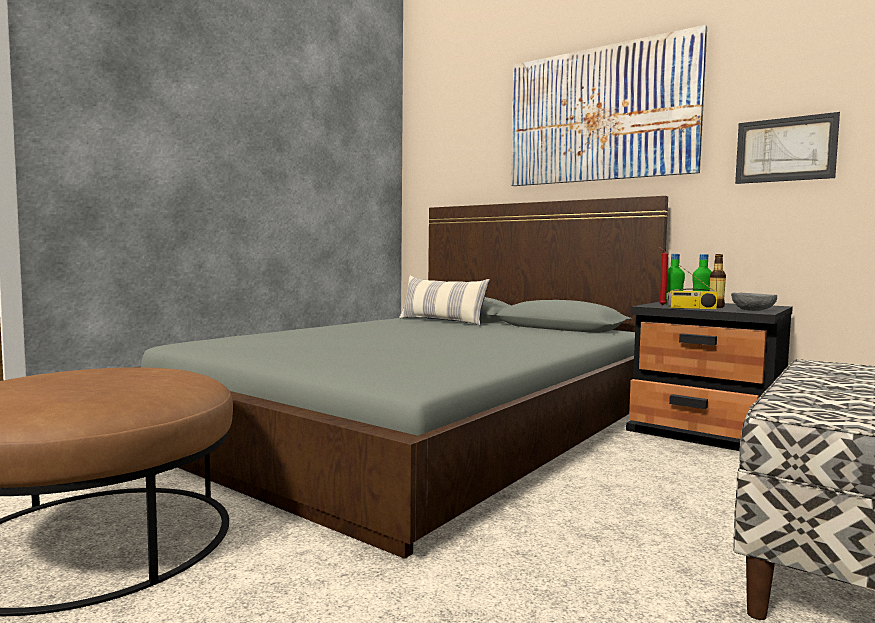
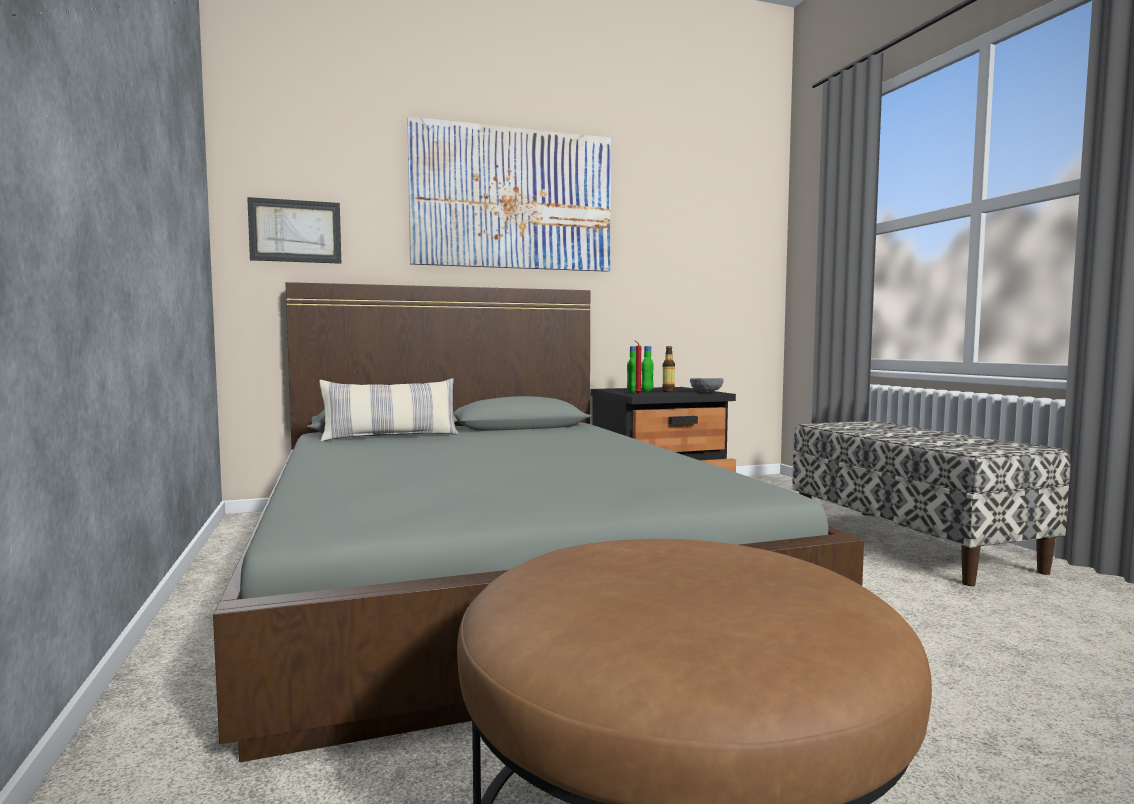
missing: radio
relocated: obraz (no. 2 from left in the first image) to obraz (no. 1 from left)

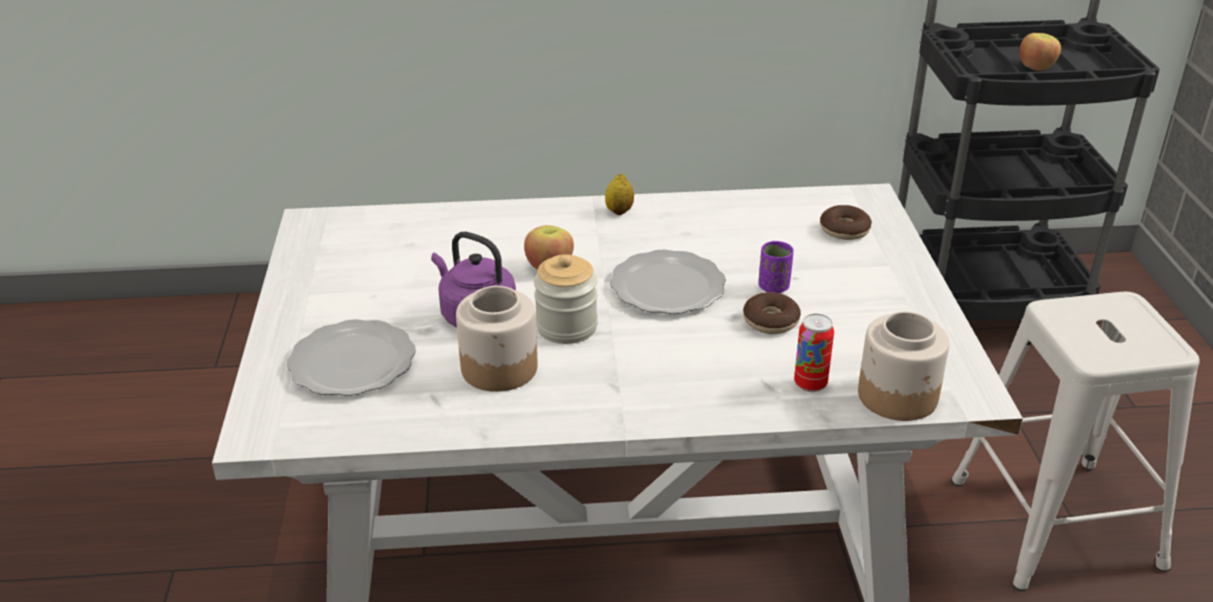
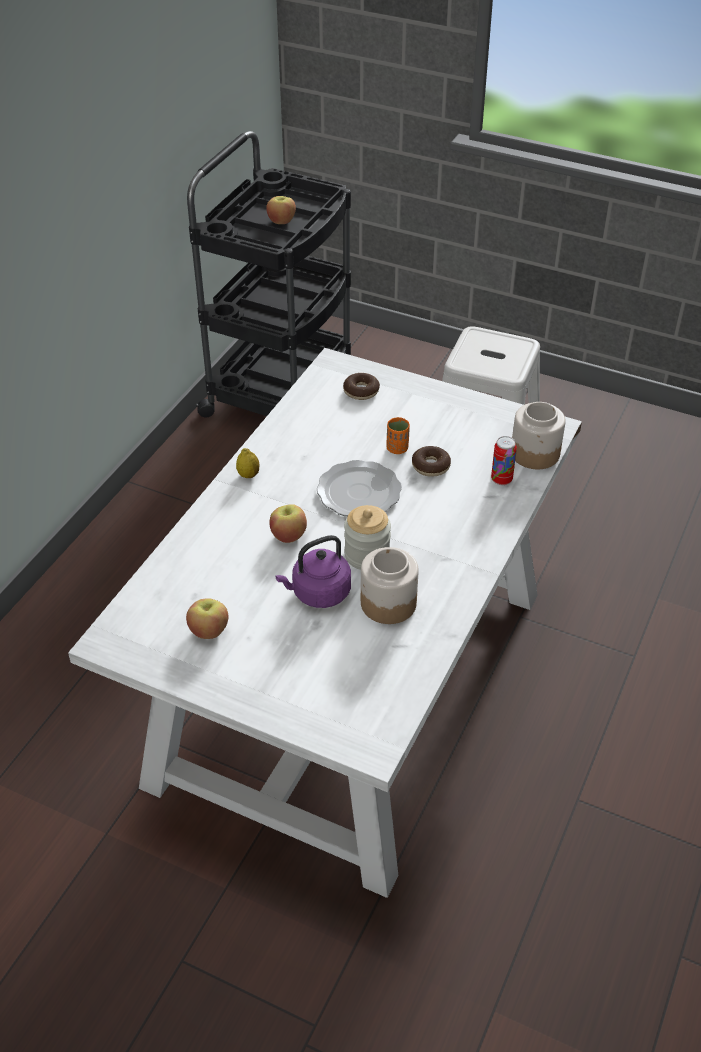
missing: talerz (no. 1 from left)
appeared: jabłko (no. 1 from left)
colour: filiżanka (fioletowy) to filiżanka (pomarańczowy)

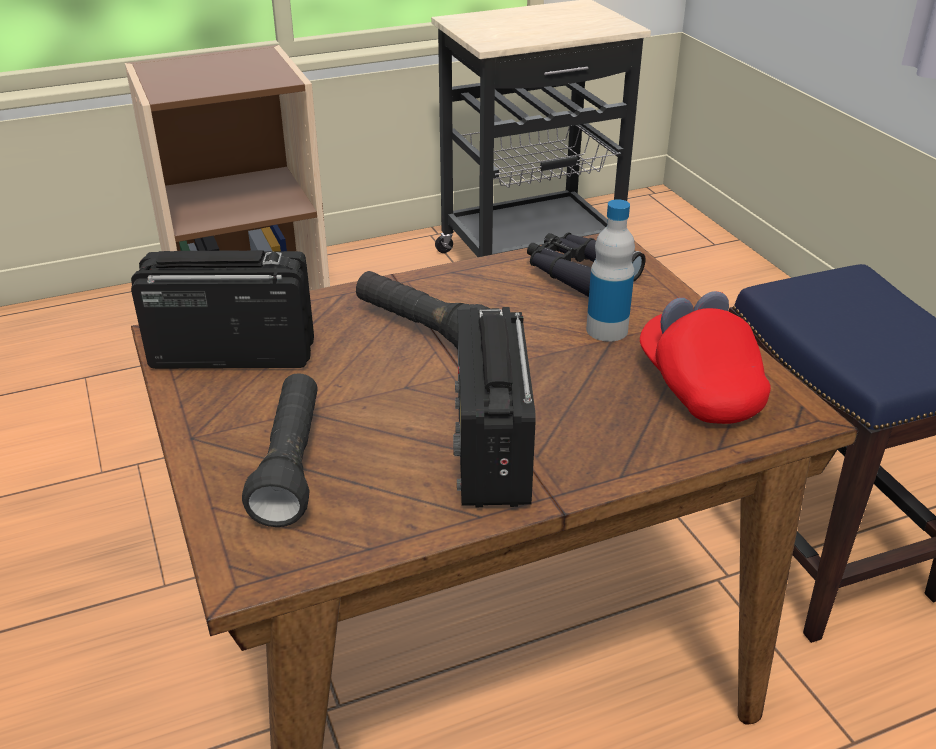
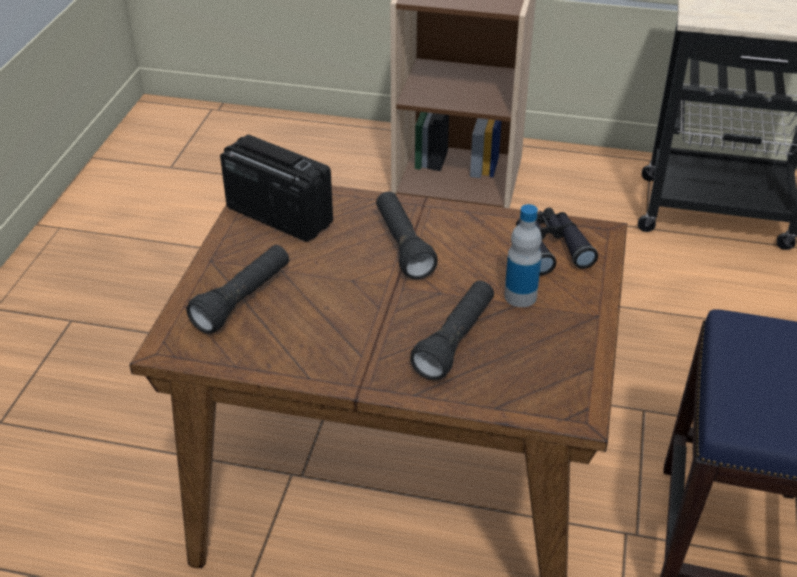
missing: czapka z daszkiem (czerwony); radio (no. 2 from left)
appeared: latarka (czarny) (no. 3 from left)

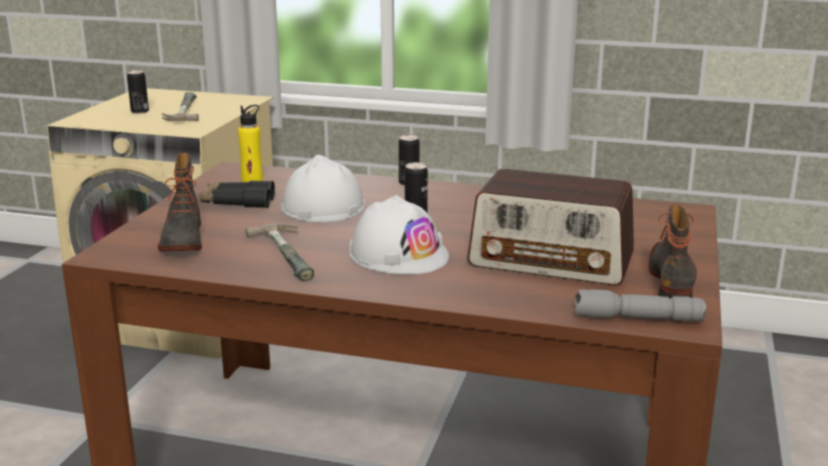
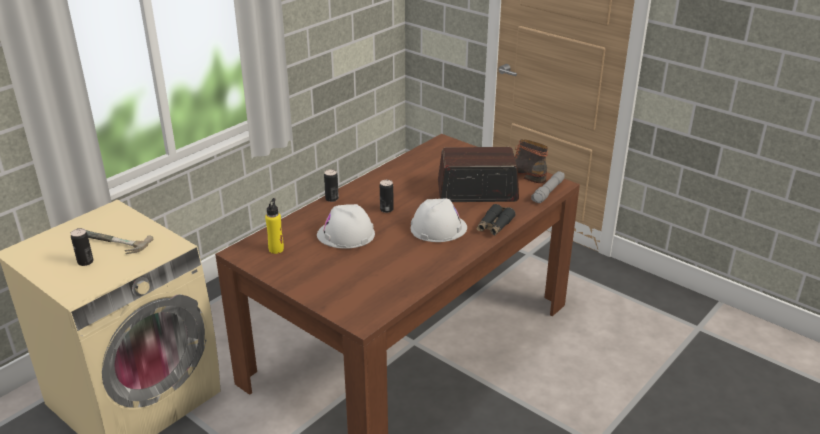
missing: but z cholewką (no. 1 from left); młotek (no. 2 from left)
relocated: lornetka (czarny)
spun: radio 135 degrees counterclockwise

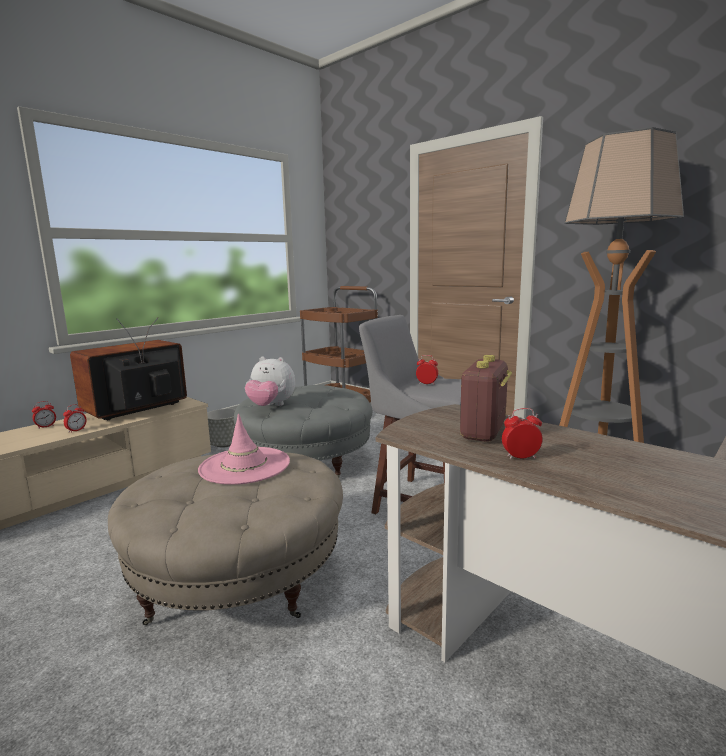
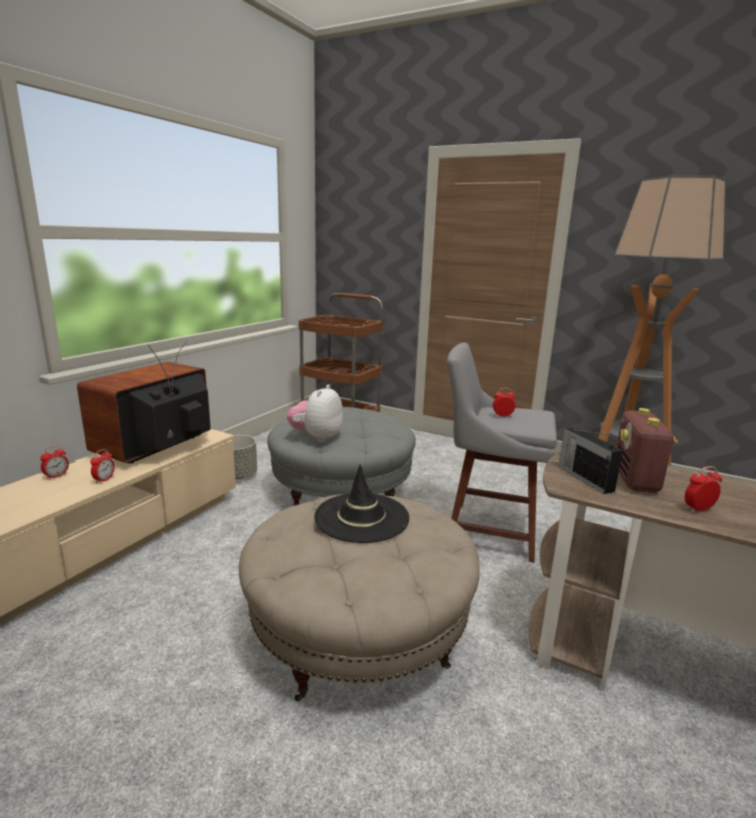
appeared: radio (no. 1 from left)
colour: kapelusz (różowy) to kapelusz (czarny)
spun: pluszak 105 degrees clockwise

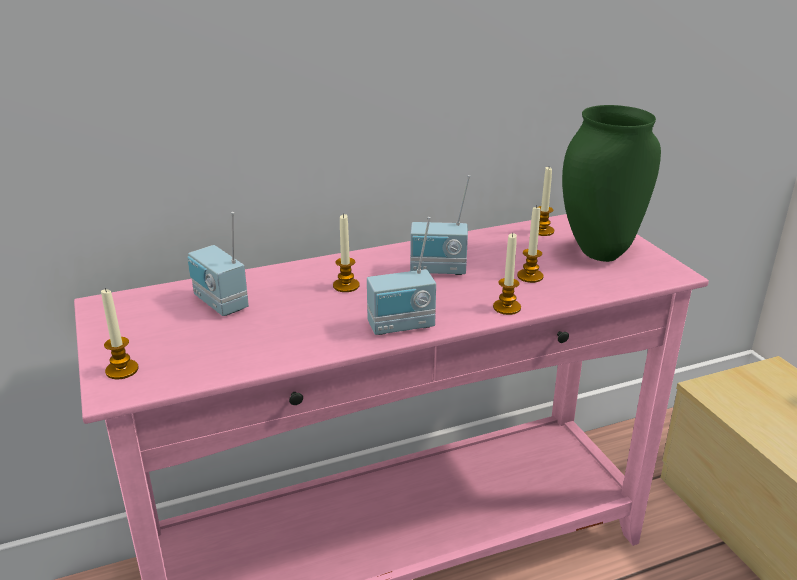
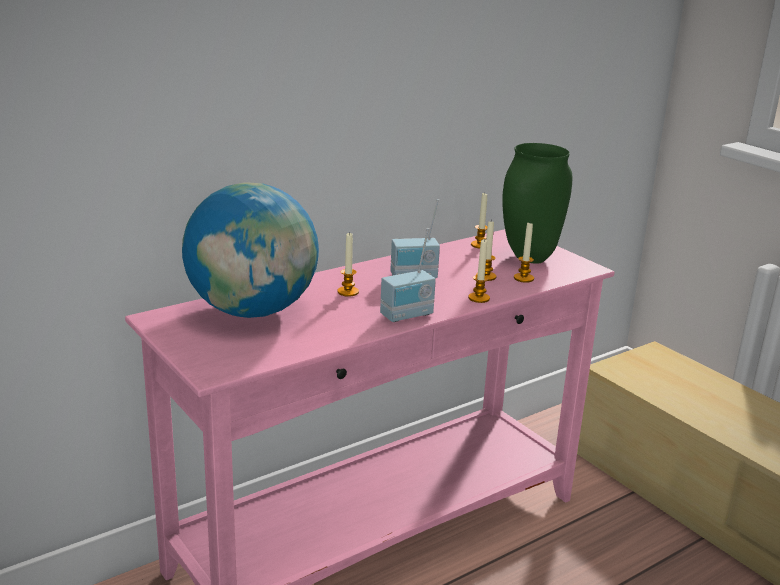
relocated: świeca (no. 1 from left in the first image) to świeca (no. 5 from left)
exchanged: radio (no. 1 from left) to globus

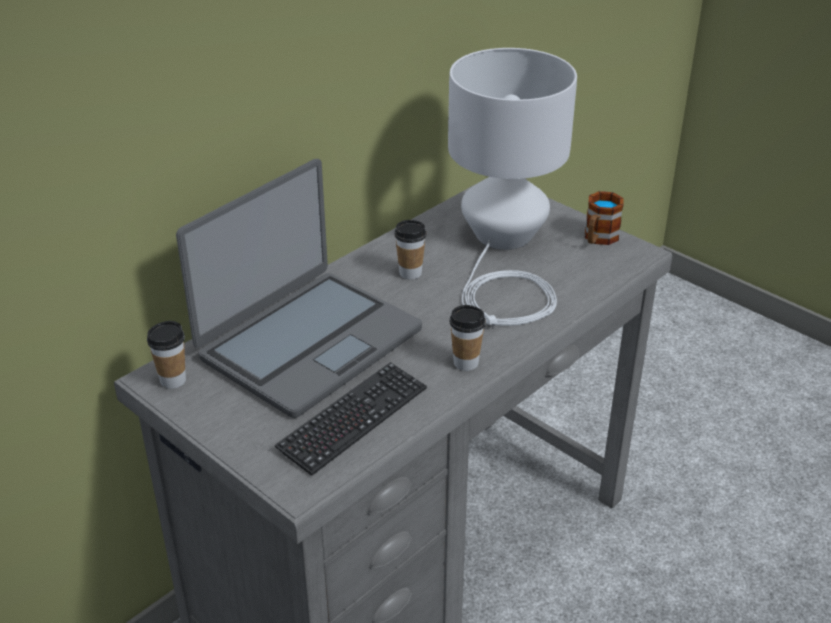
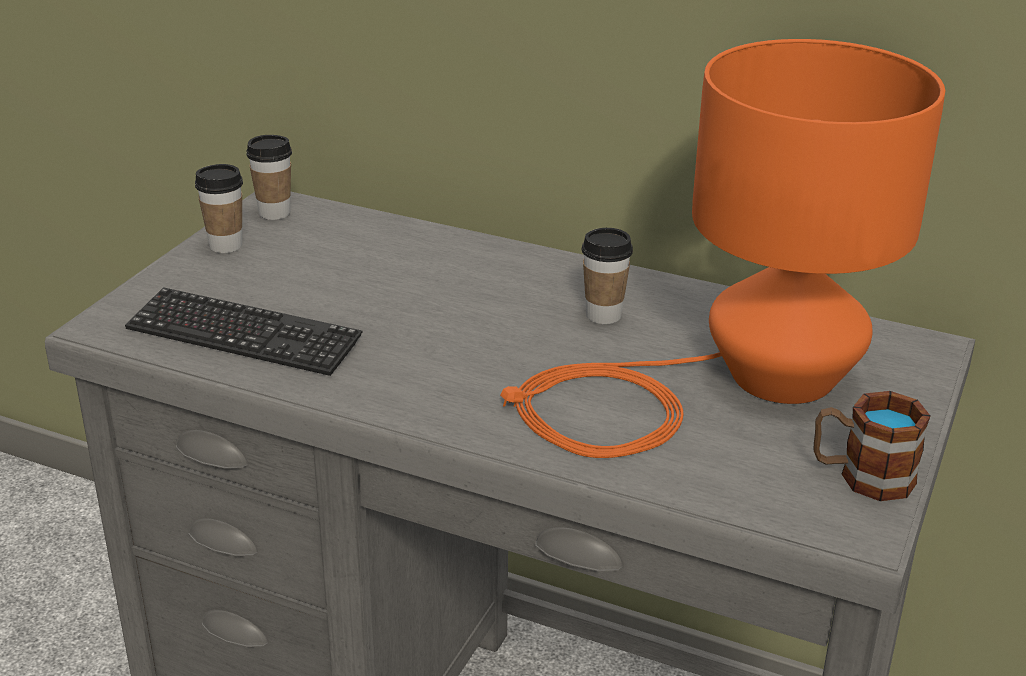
missing: laptop
relocated: filiżanka (no. 3 from left in the first image) to filiżanka (no. 1 from left)
colour: lampa stołowa (szary) to lampa stołowa (pomarańczowy)

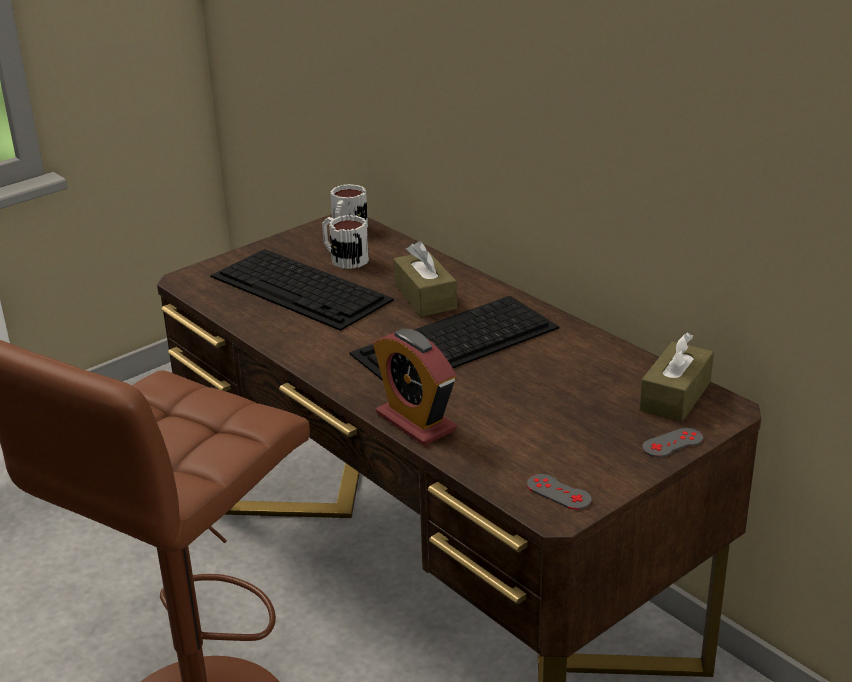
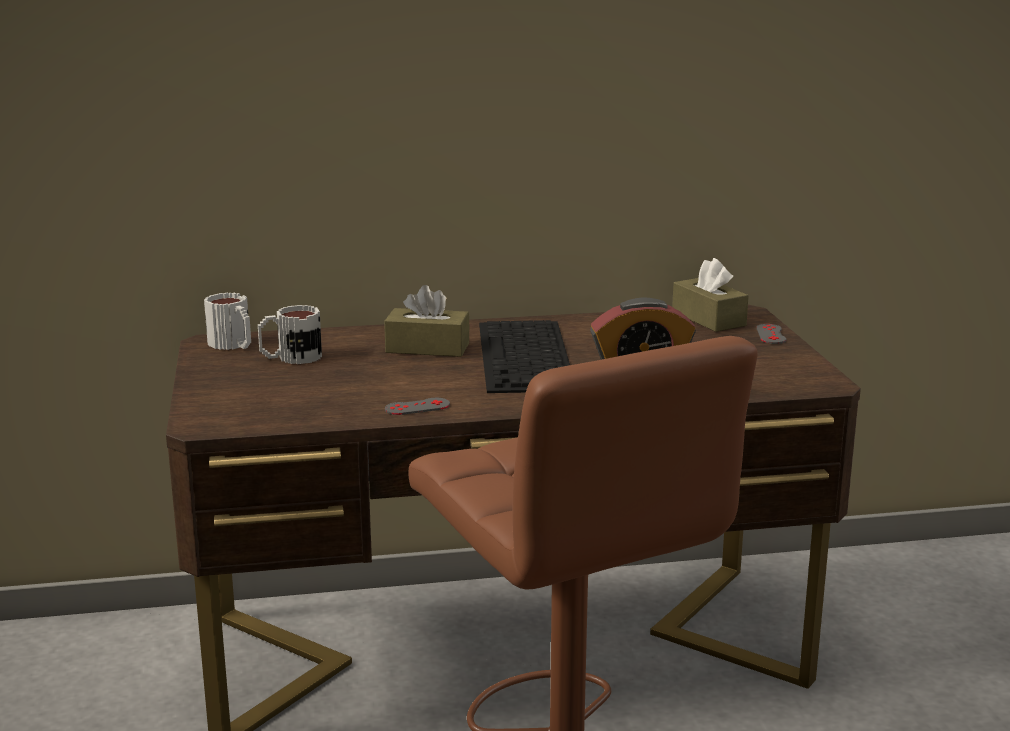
missing: klawiatura (no. 1 from left)
relocated: pad do gier (szary) (no. 1 from left)

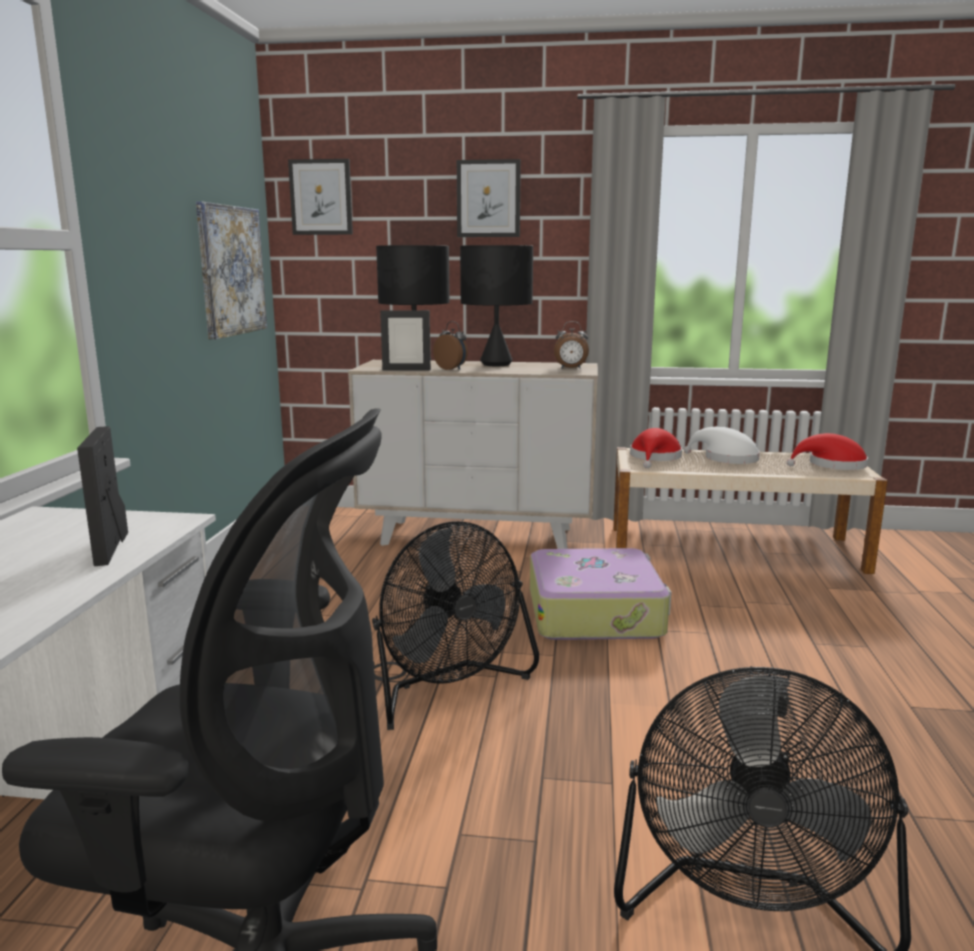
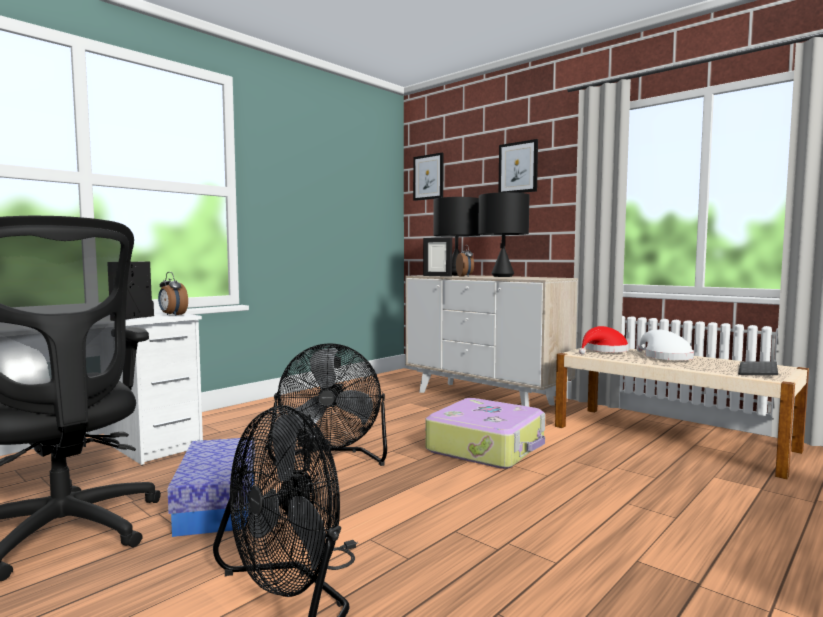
missing: obraz (no. 1 from left)
appeared: pojemnik do przechowywania
relocated: budzik (no. 2 from left in the first image) to budzik (no. 1 from left)
exchanged: kapelusz (czerwony) (no. 2 from left) to klawiatura

